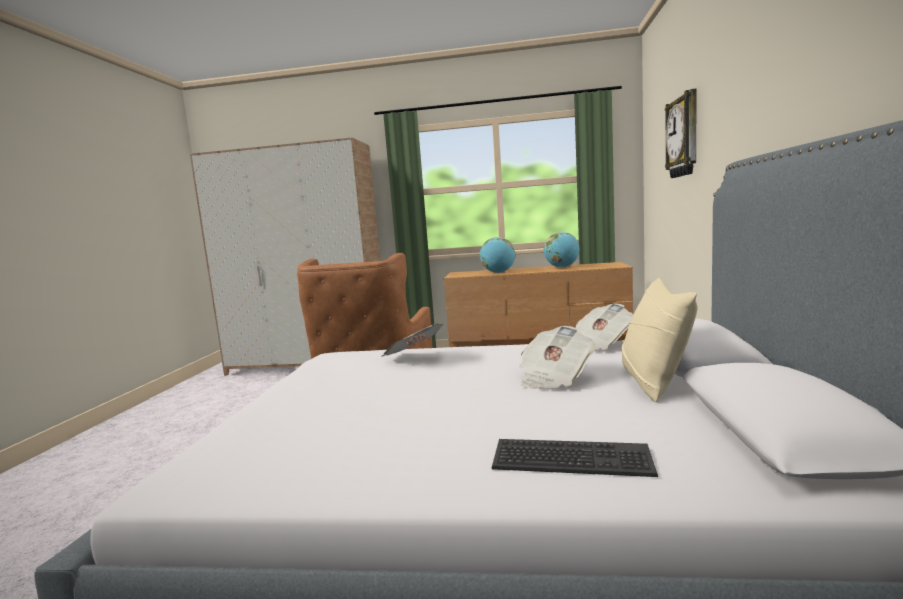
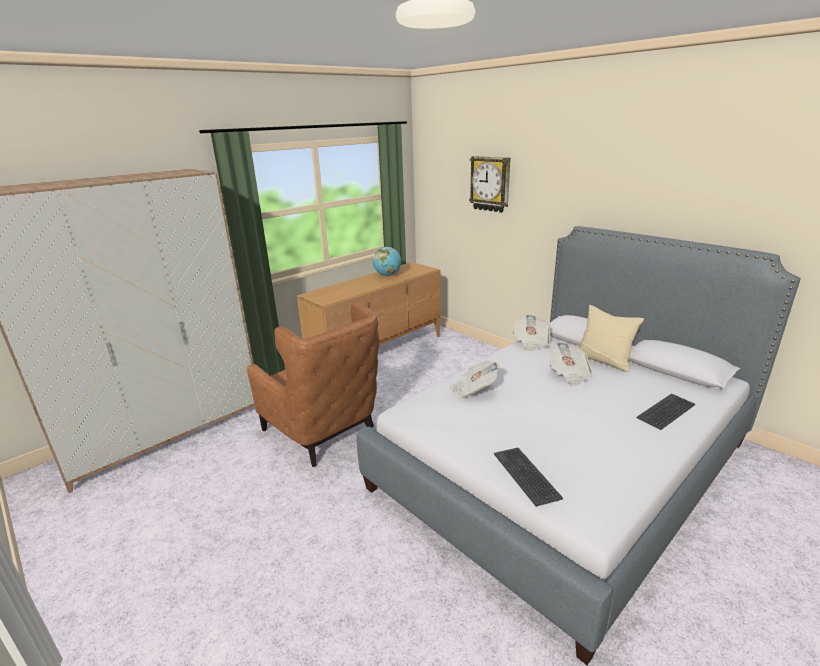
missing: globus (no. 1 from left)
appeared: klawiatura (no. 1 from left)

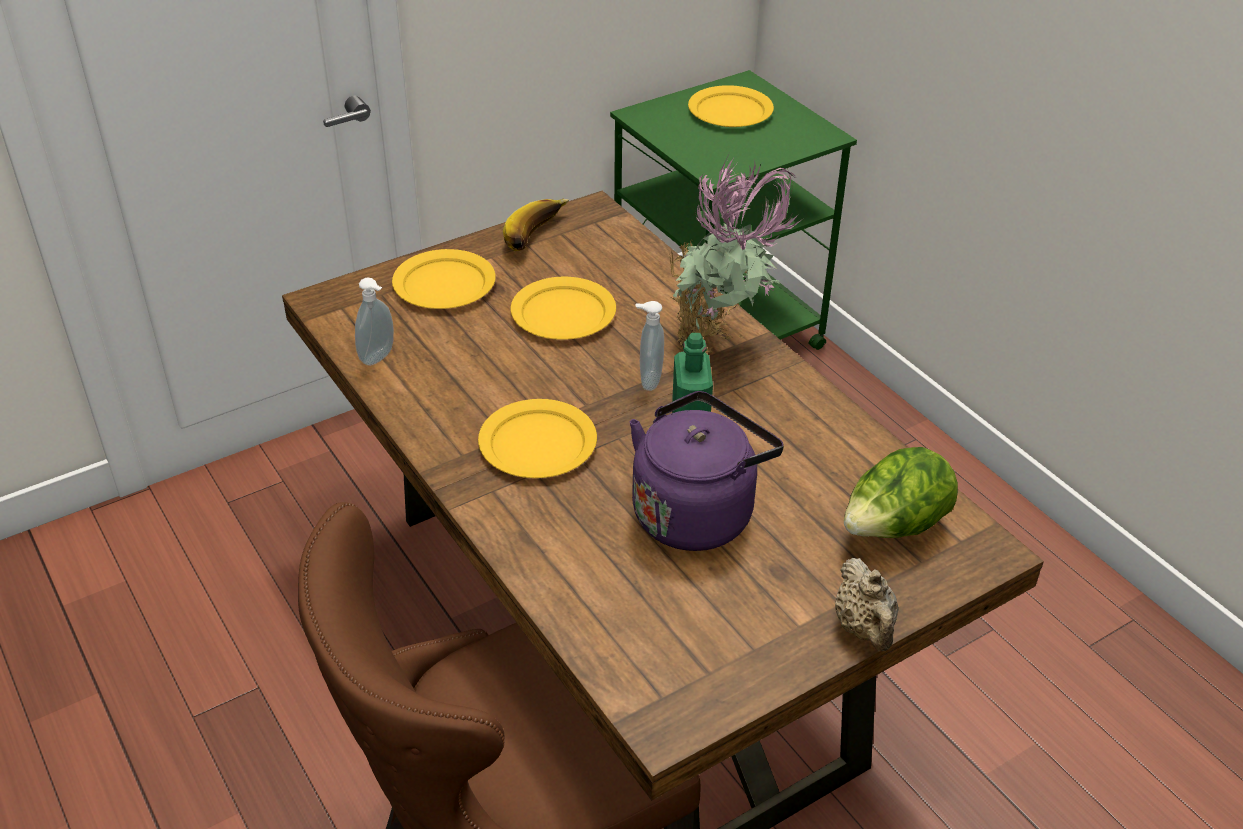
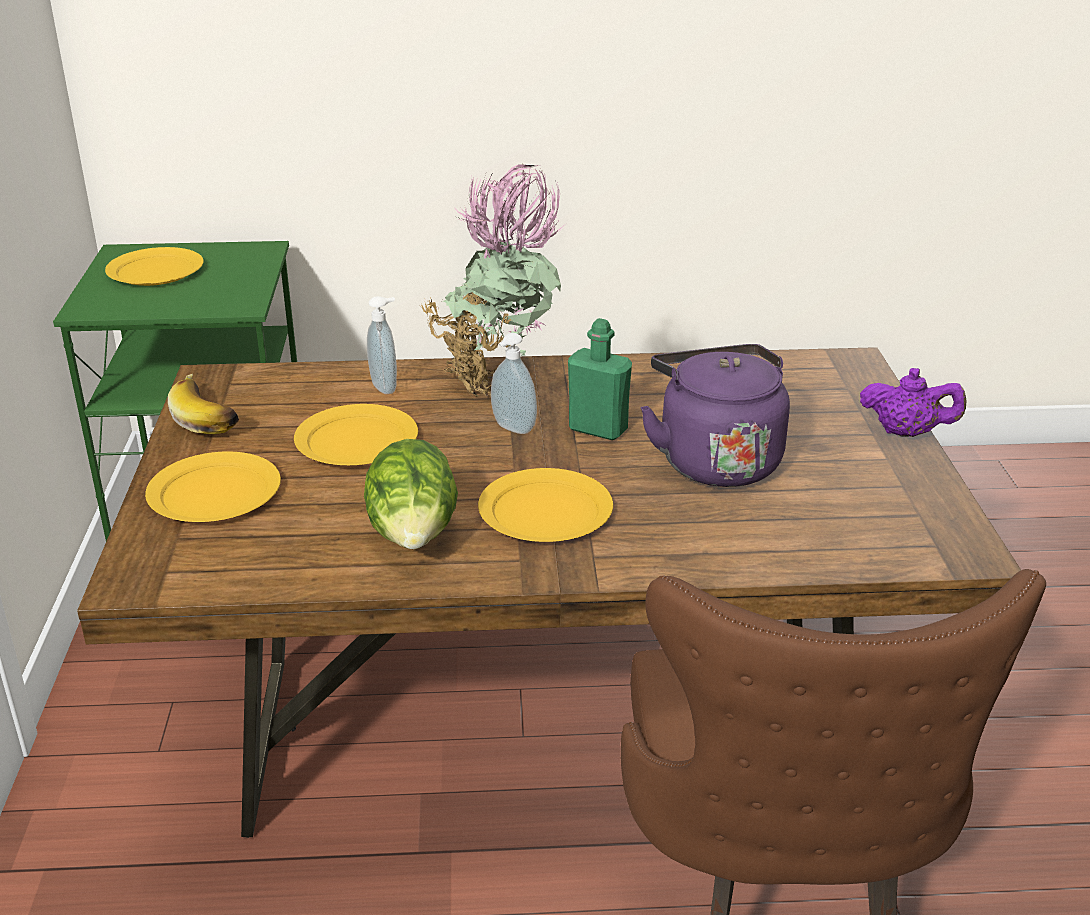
relocated: dozownik mydła (no. 1 from left); sałata
colour: imbryk (beżowy) to imbryk (fioletowy)

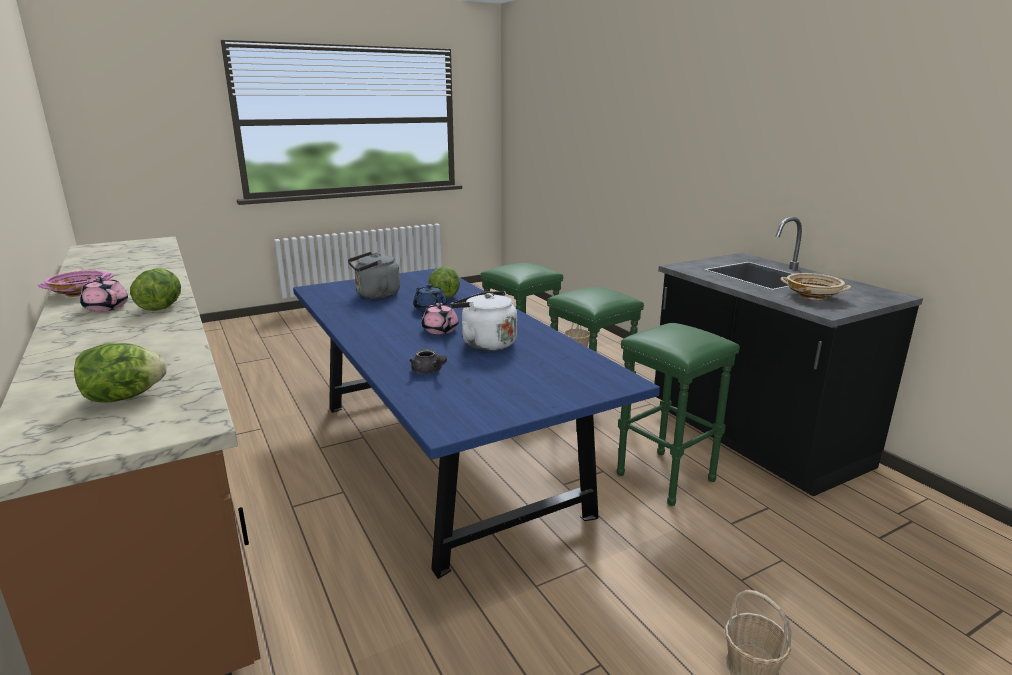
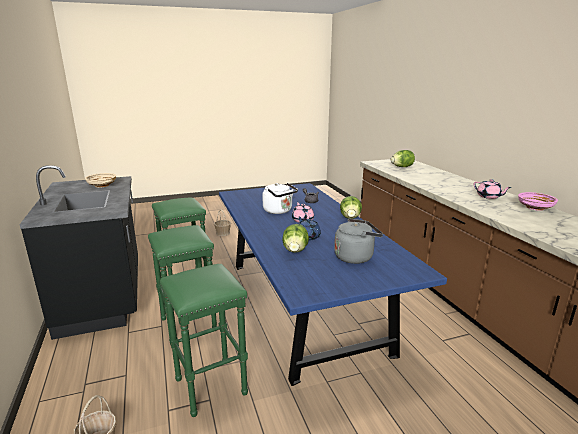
relocated: sałata (no. 2 from left)

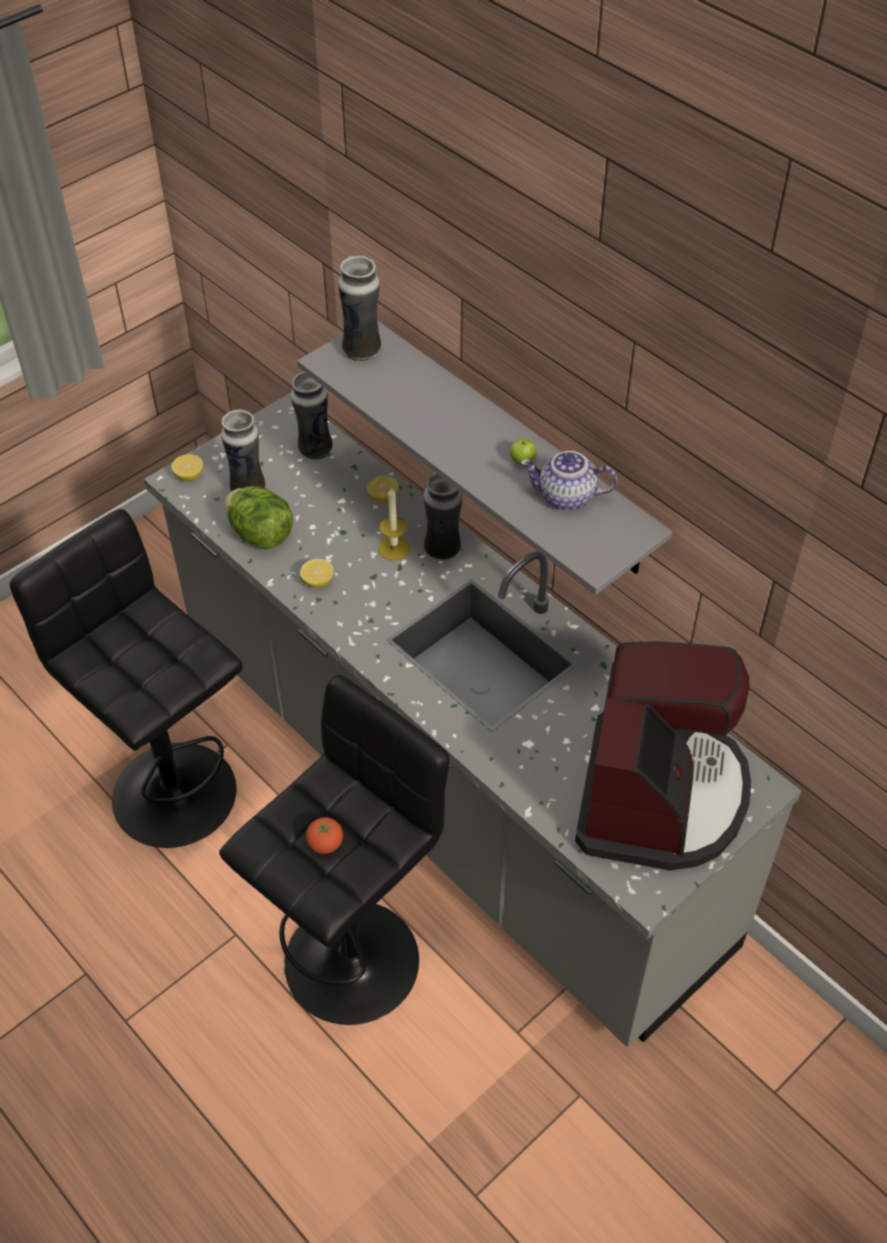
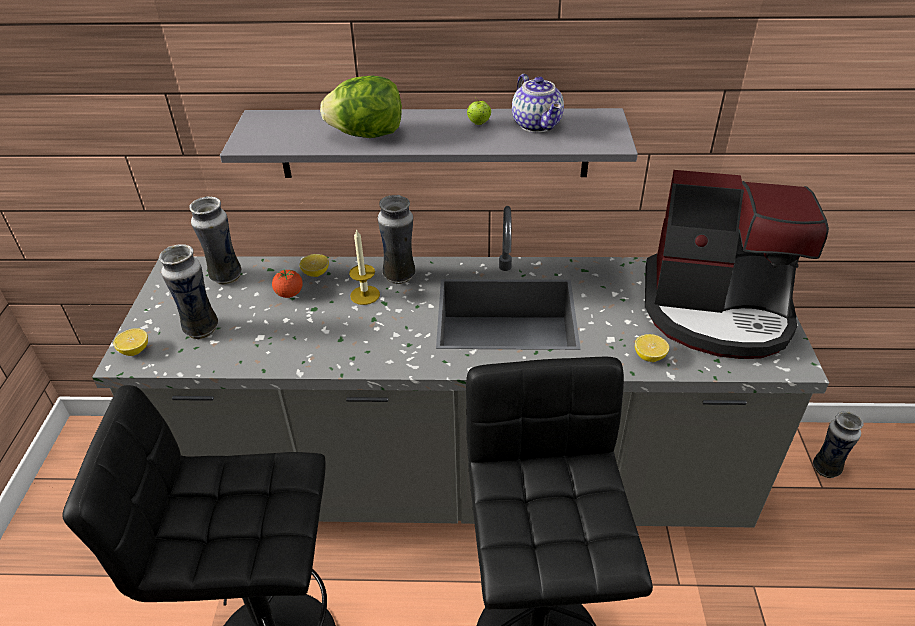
relocated: wazon (no. 3 from left in the first image) to wazon (no. 4 from left); sałata; cytryna (no. 2 from left in the first image) to cytryna (no. 3 from left); pomidor
spun: imbryk 75 degrees counterclockwise; ekspres do kawy 135 degrees clockwise

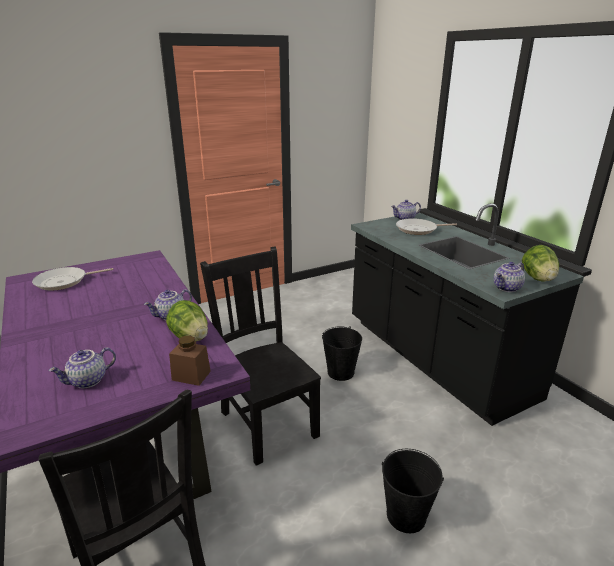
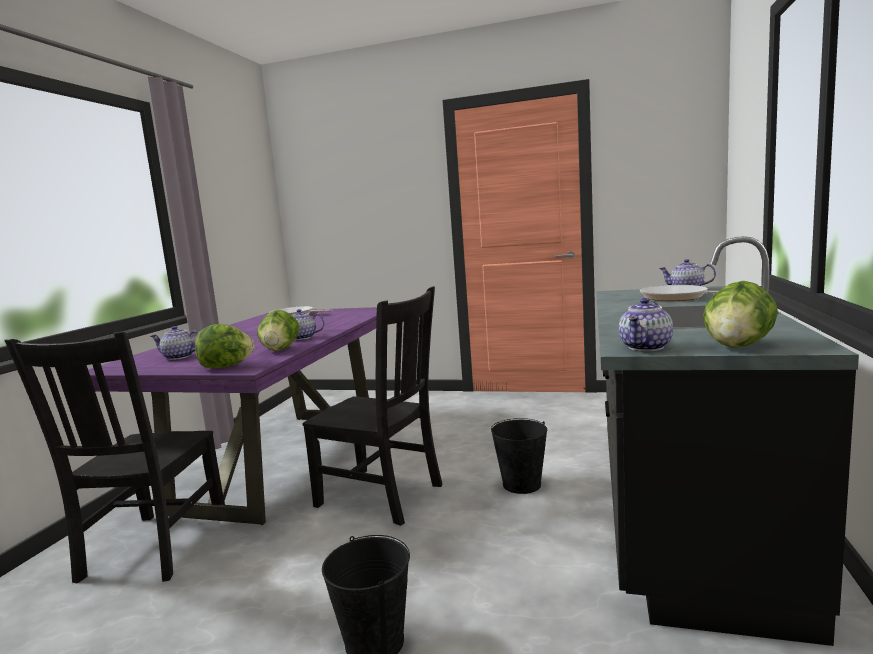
exchanged: słoik (brązowy) to sałata (no. 1 from left)
spun: krzesło (czarny) (no. 2 from left) 105 degrees clockwise; imbryk (no. 4 from left in the first image) 60 degrees counterclockwise

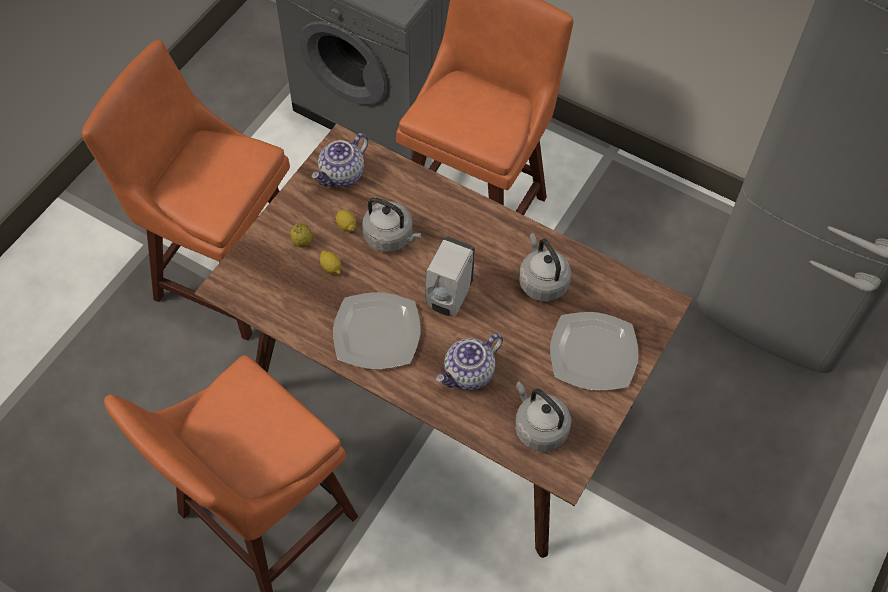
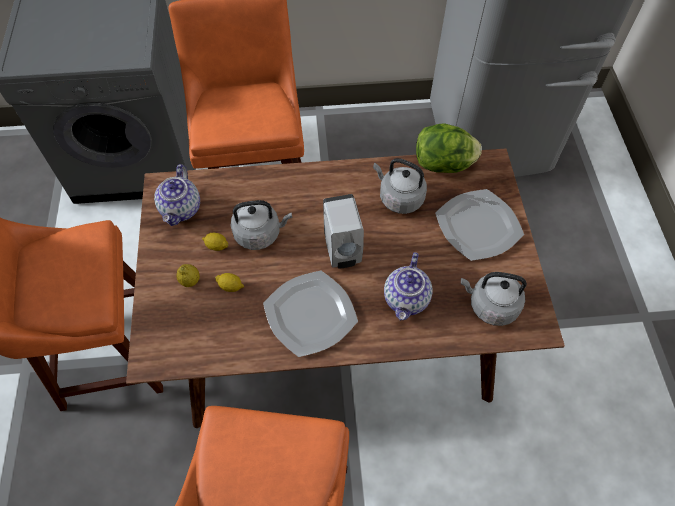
appeared: sałata

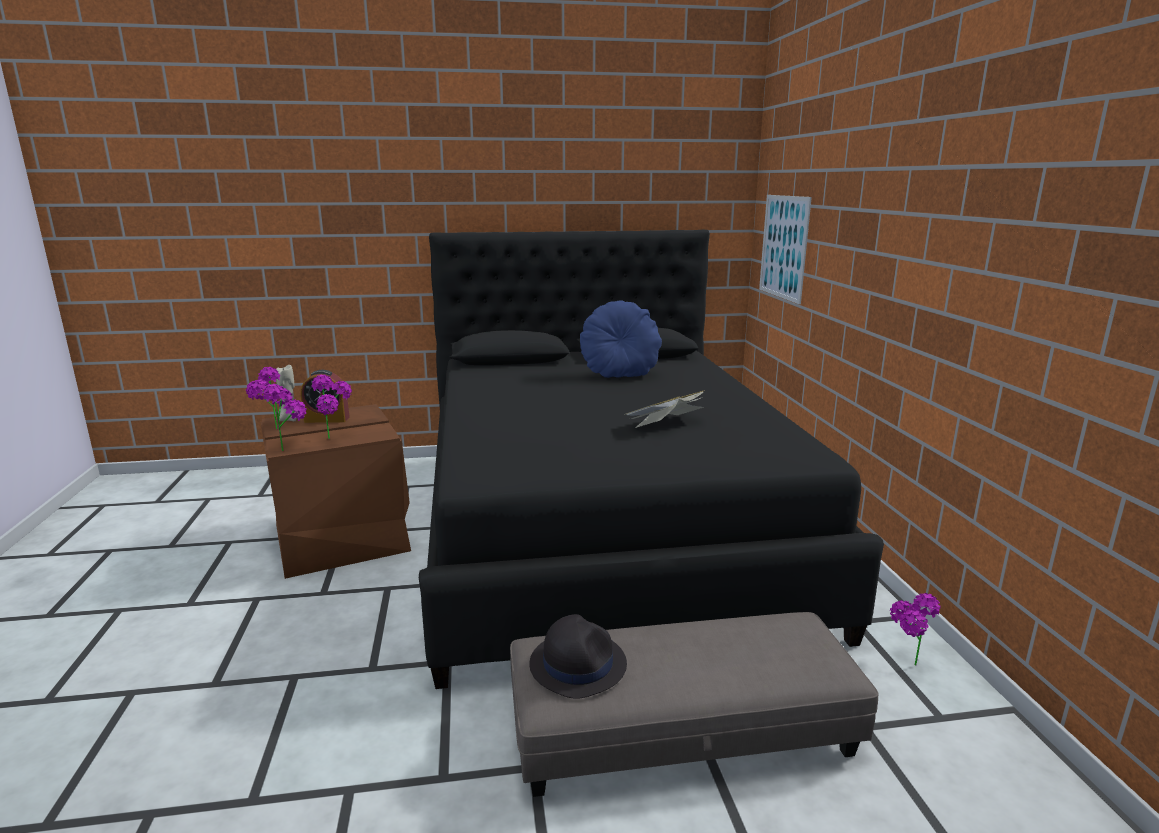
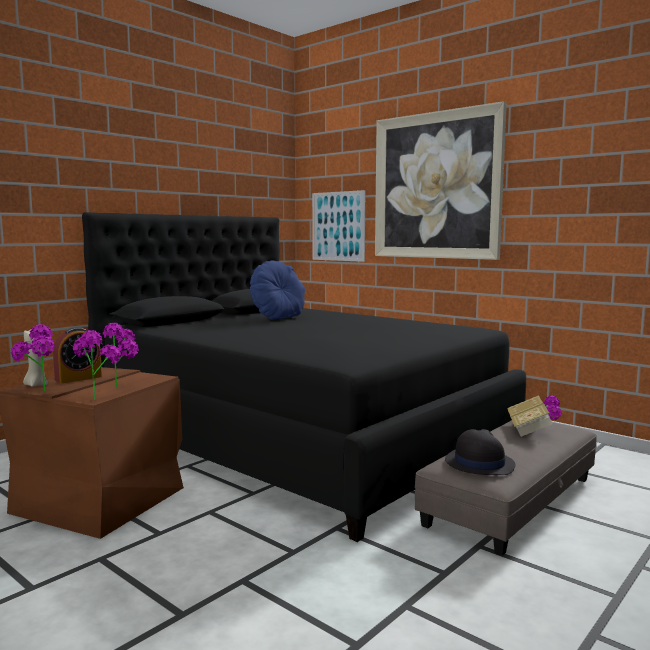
appeared: obraz (no. 2 from left)
relocated: książka

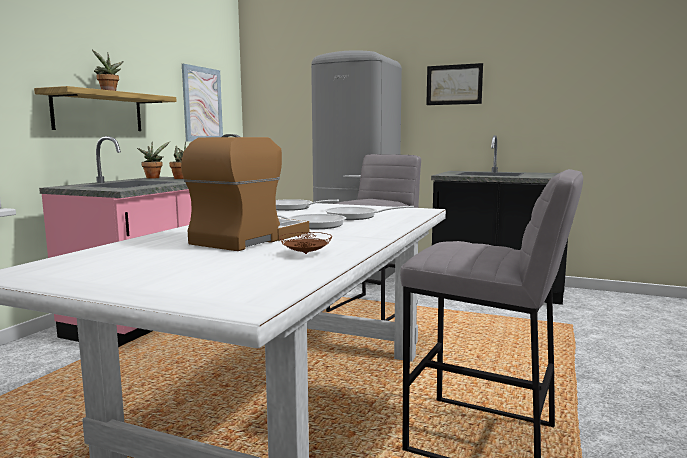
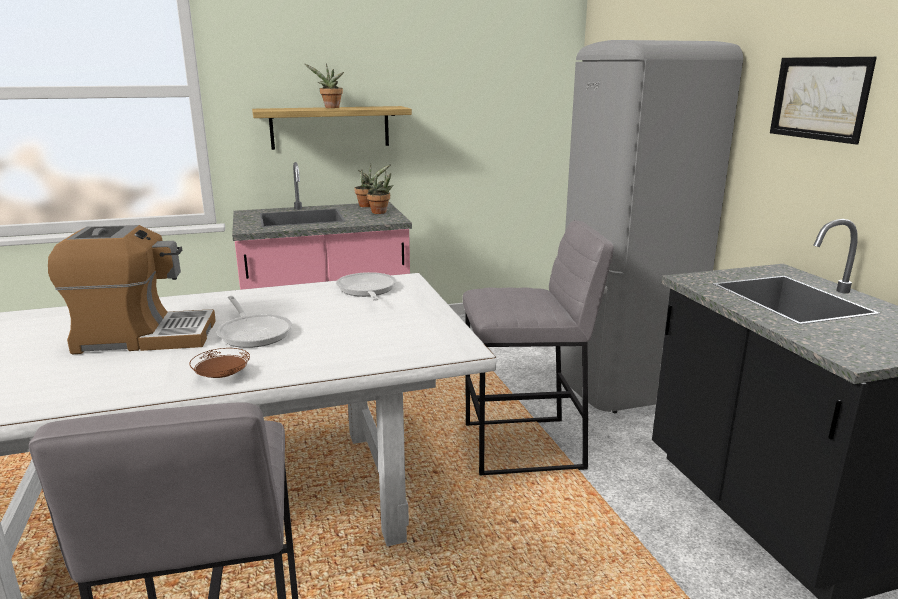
missing: obraz (no. 1 from left); patelnia (no. 3 from left)
relocated: talerz (brązowy)

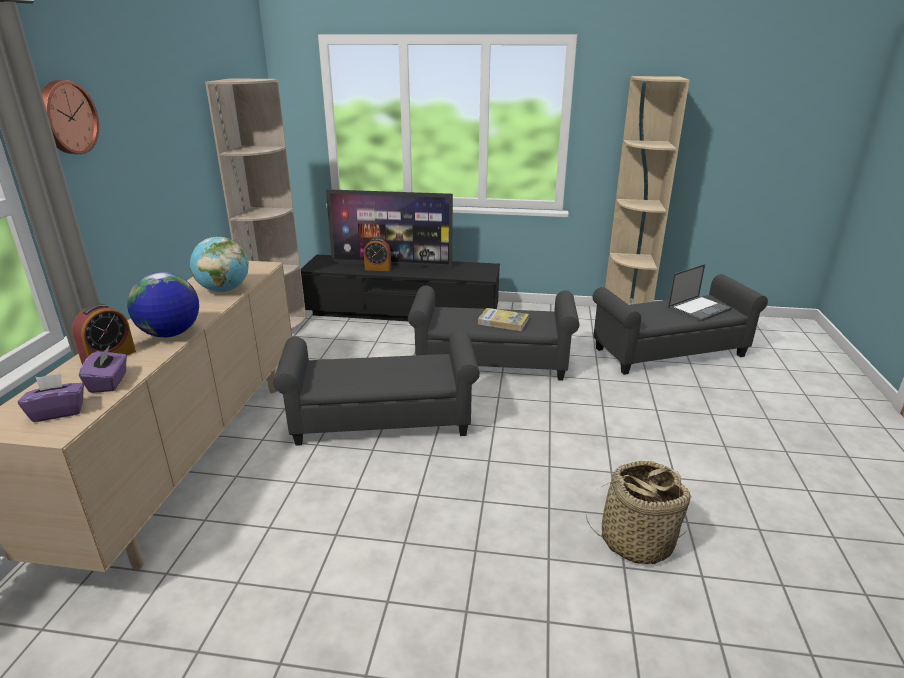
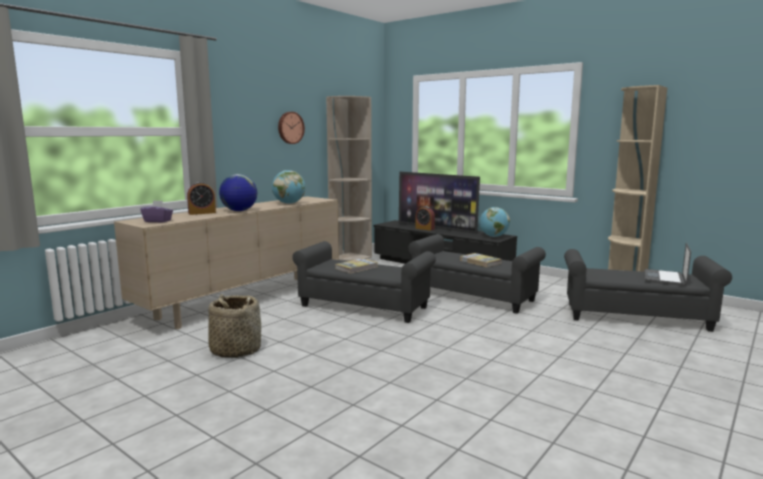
missing: pudełko chusteczek (fioletowy) (no. 2 from left)
appeared: globus (no. 3 from left); książka (no. 1 from left)
relocated: zegar ścienny; koszyk
spun: laptop 120 degrees clockwise

